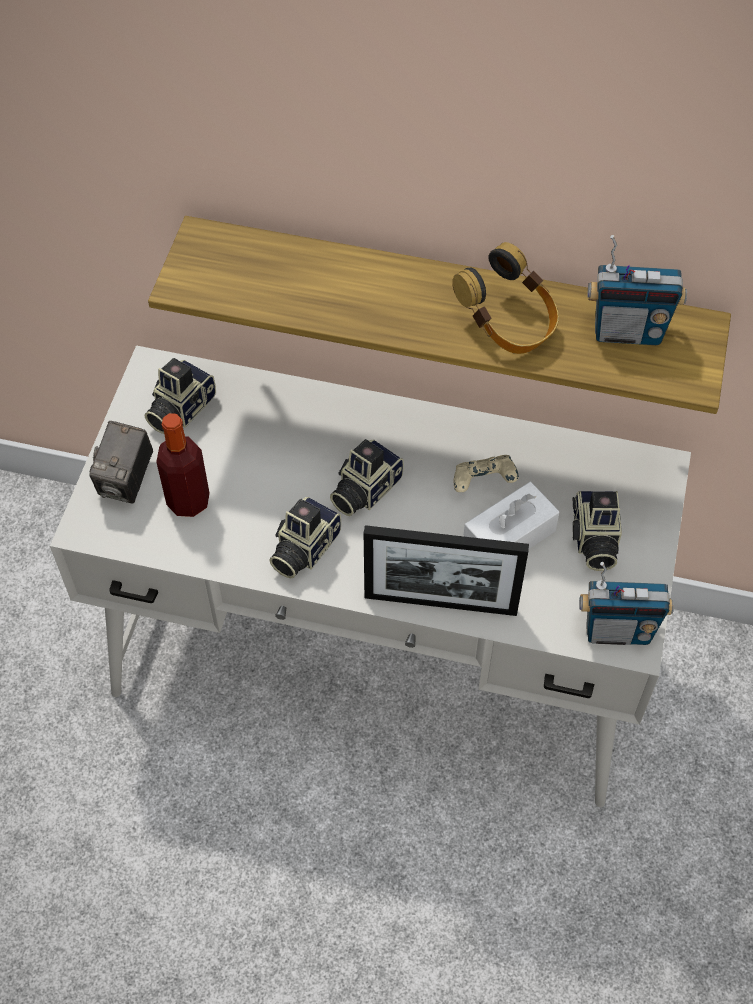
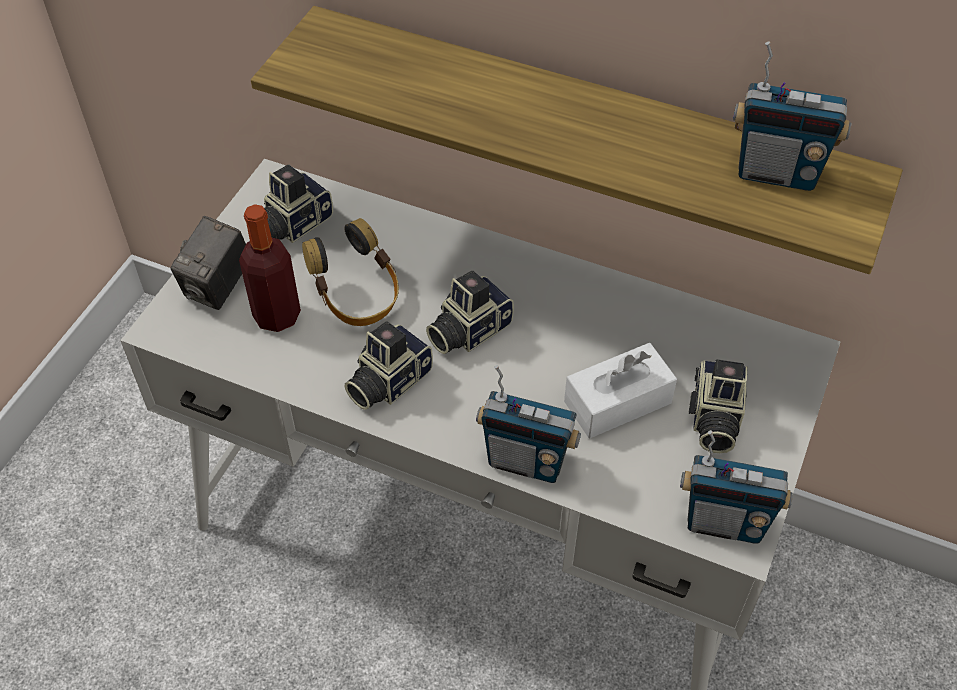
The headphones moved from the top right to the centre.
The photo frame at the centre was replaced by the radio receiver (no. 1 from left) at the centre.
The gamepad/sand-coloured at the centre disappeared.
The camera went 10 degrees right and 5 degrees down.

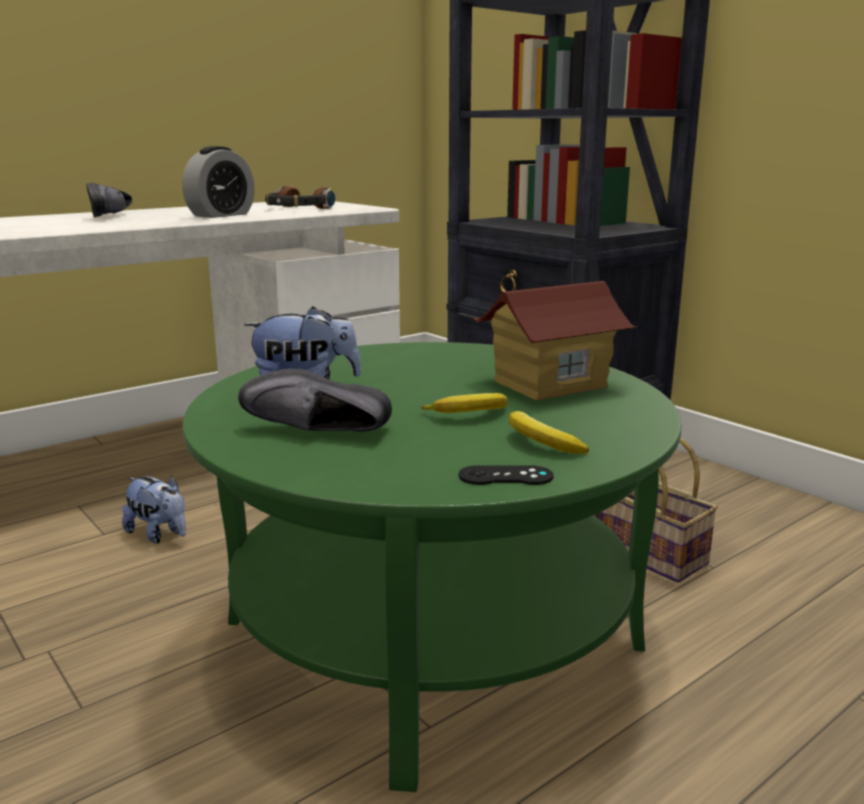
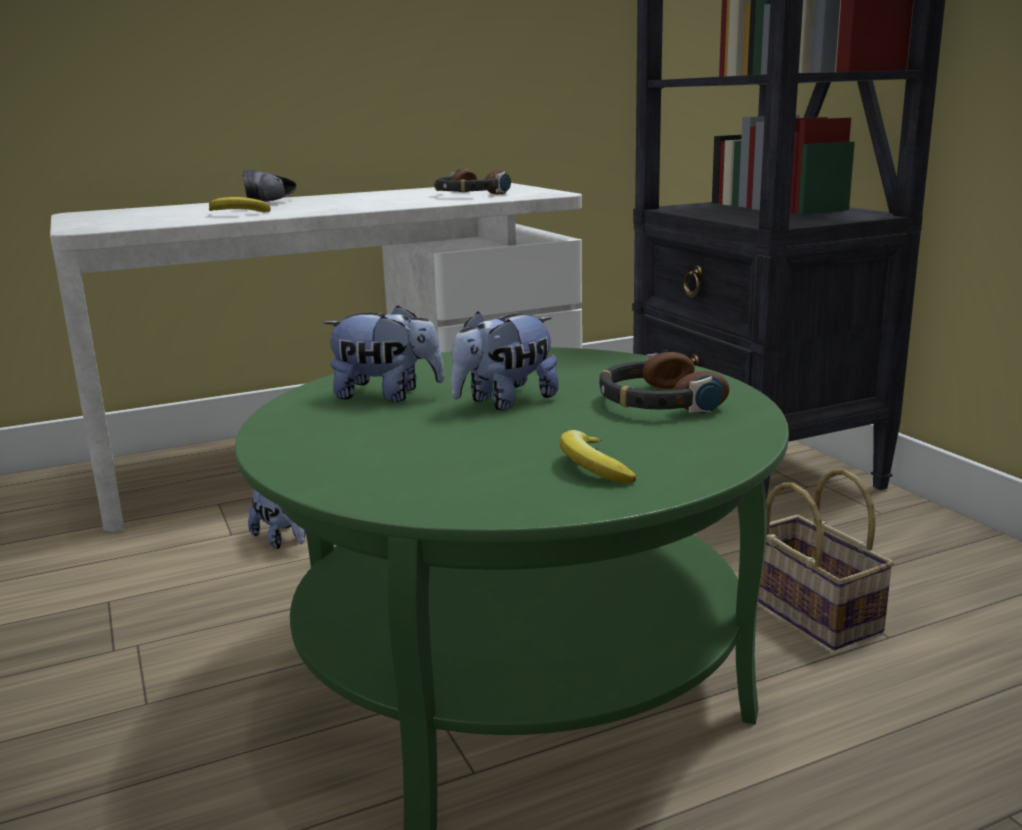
The banana (no. 1 from left) moved from the centre to the top left.
The cuddly toy (no. 3 from left) at the centre appeared.
The model house at the centre was replaced by the headphones (no. 2 from left) at the centre.
The bedside clock at the top left disappeared.
The low shoe/black (no. 2 from left) at the centre disappeared.
The gamepad/black at the centre disappeared.
The camera went 15 degrees right and 0 degrees up.

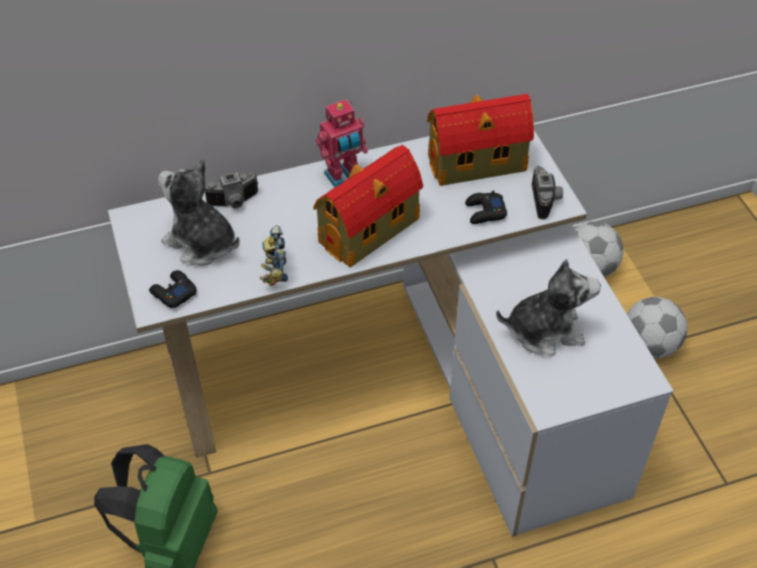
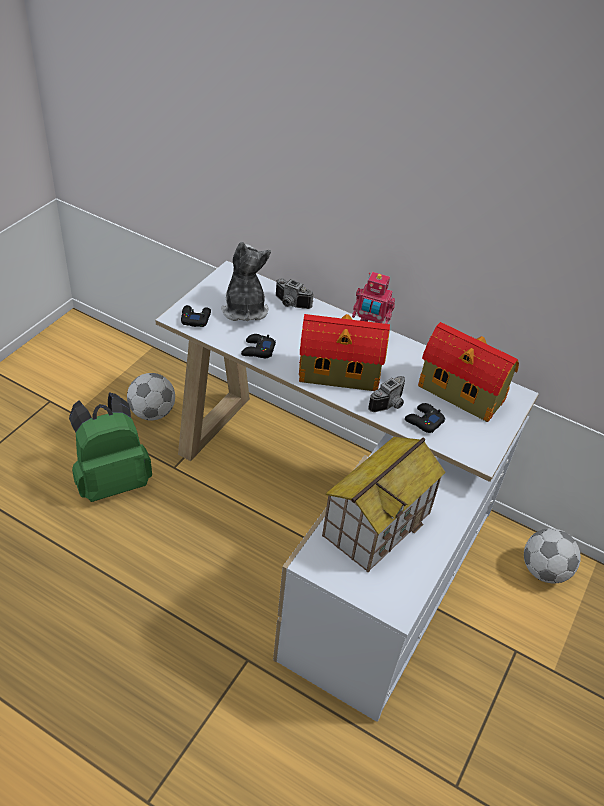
The ball for football (no. 2 from left in the first image) moved from the middle right to the middle left.
The model robot (no. 1 from left) at the centre was replaced by the gamepad/black (no. 2 from left) at the centre.
The cuddly toy (no. 2 from left) at the middle right was replaced by the model house (no. 2 from left) at the centre.
The still camera (no. 2 from left) moved from the middle right to the centre.
The camera went 45 degrees right and 5 degrees down.

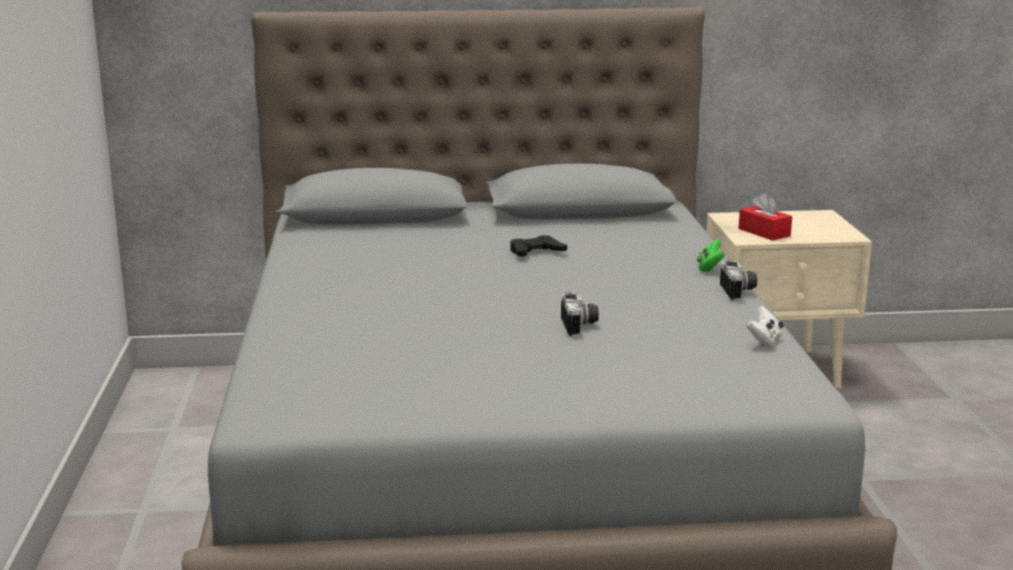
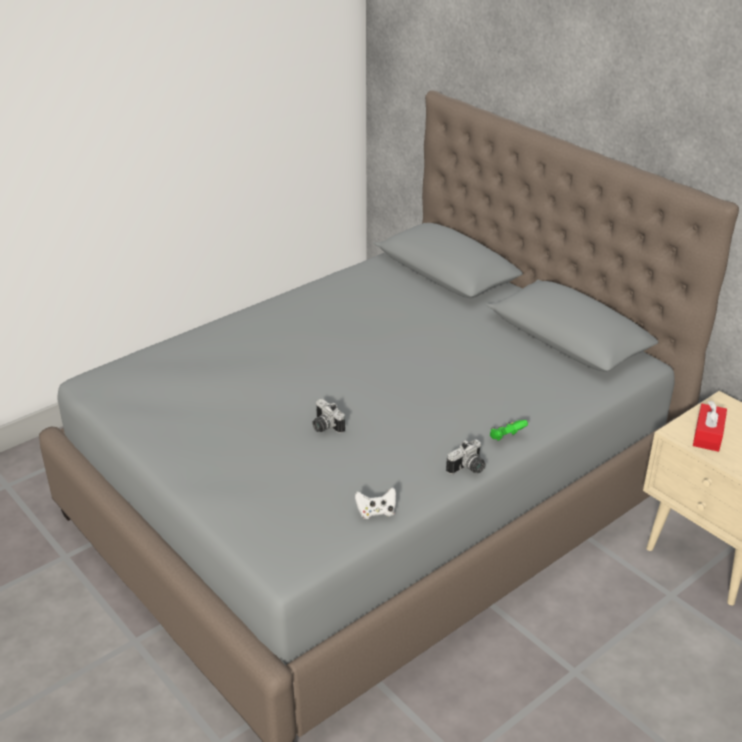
The still camera (no. 1 from left) at the centre turned 90 degrees clockwise.
The gamepad/black at the centre disappeared.
The camera went 55 degrees right and 15 degrees up.

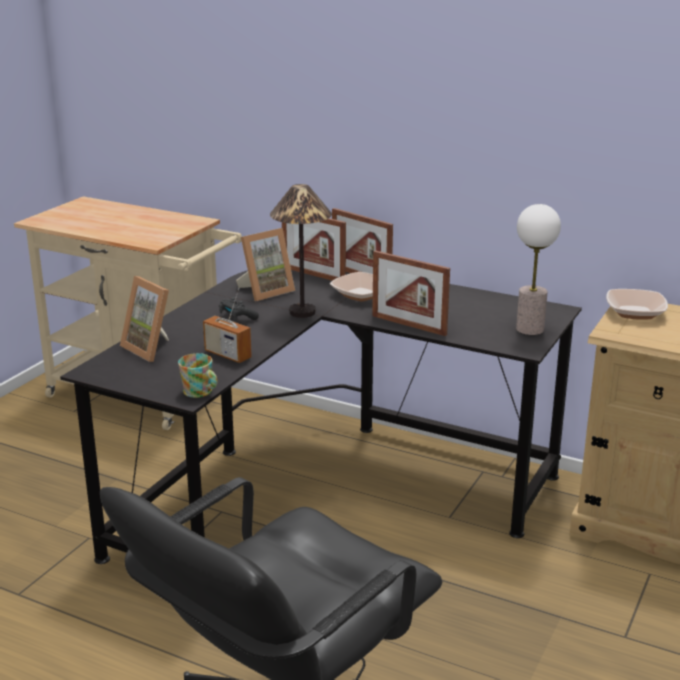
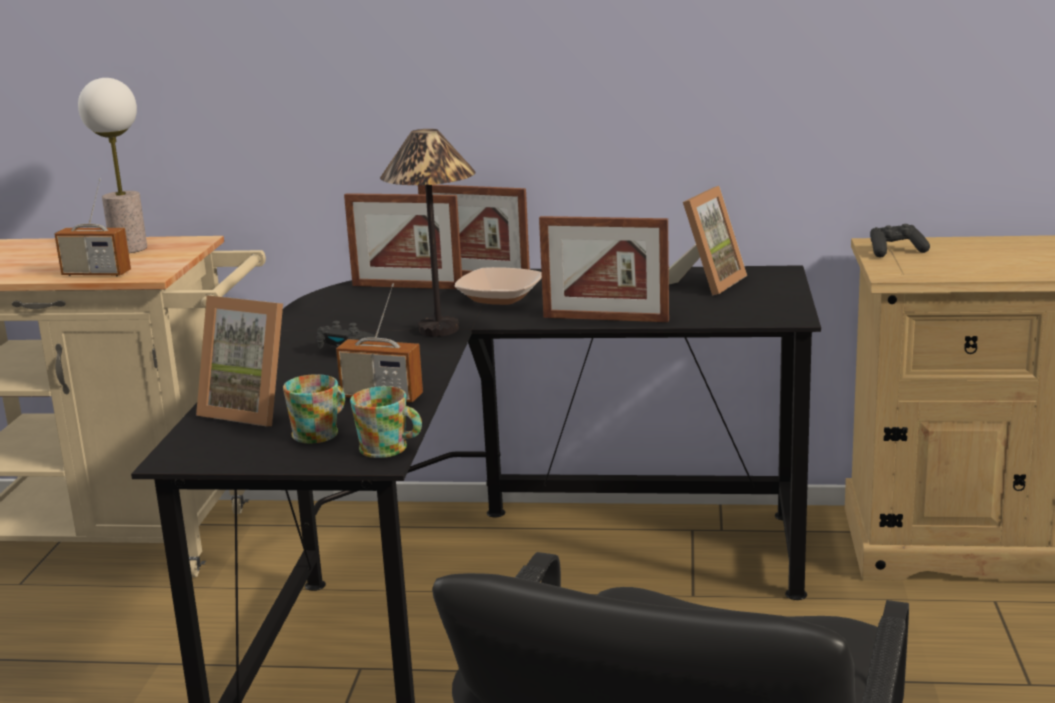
The radio receiver (no. 1 from left) at the top left appeared.
The lamp for a table (no. 2 from left in the first image) moved from the middle right to the top left.
The coffee mug (no. 1 from left) at the middle left appeared.
The photo frame (no. 2 from left in the first image) moved from the centre to the middle right.
The deep dish (no. 2 from left) at the middle right was replaced by the gamepad/black (no. 2 from left) at the middle right.
The camera went 20 degrees left and 5 degrees down.

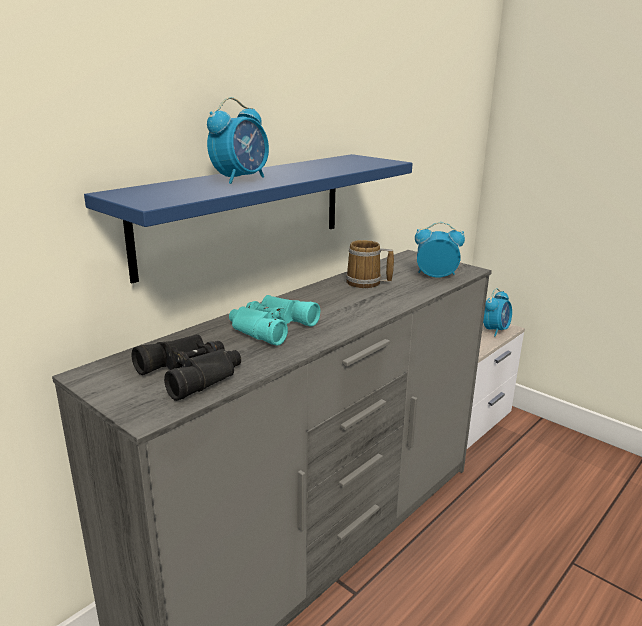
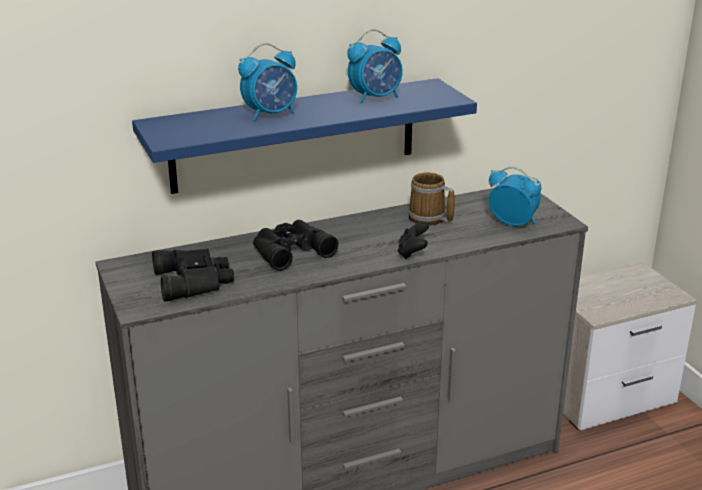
The binoculars/blue-green at the centre became the binoculars/black (no. 2 from left) at the centre.
The bedside clock (no. 3 from left in the first image) moved from the middle right to the top centre.
The gamepad/black at the centre appeared.
The camera went 25 degrees right and 5 degrees up.

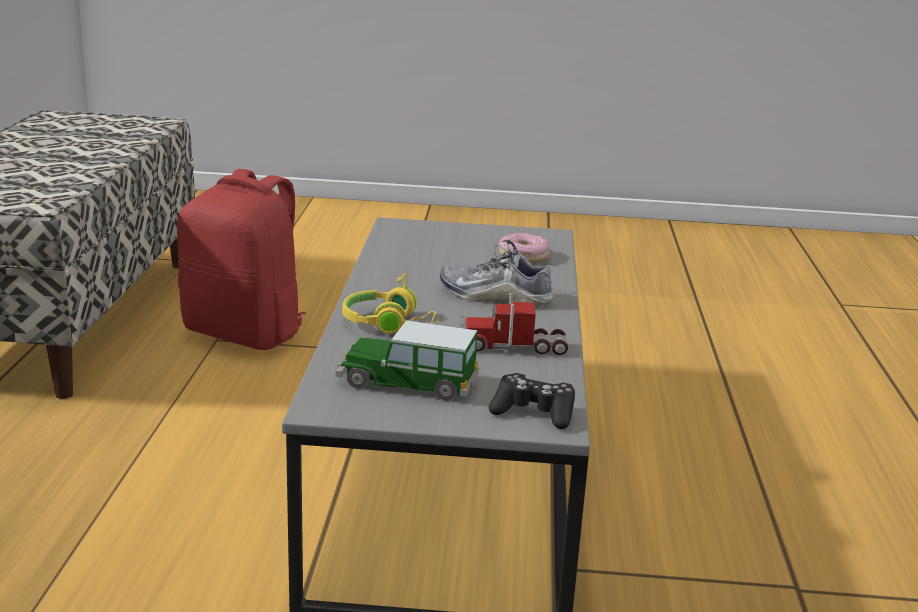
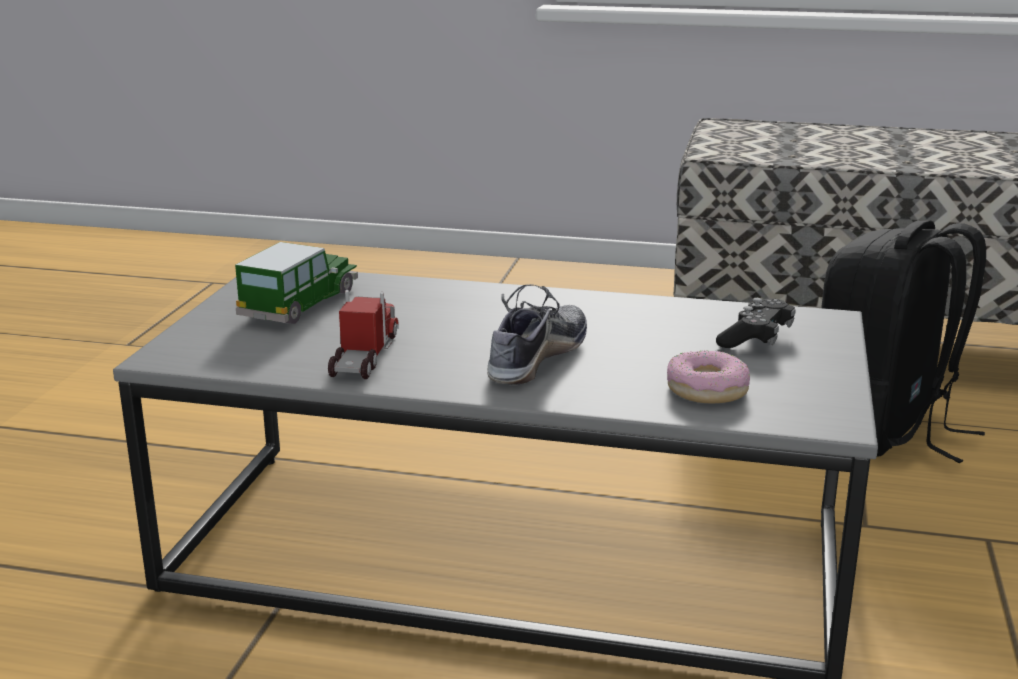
The gamepad/black moved from the centre to the middle right.
The backpack/reddish at the middle left became the backpack/black at the middle right.
The headphones/yellowish at the centre disappeared.
The camera went 100 degrees right and 0 degrees up.

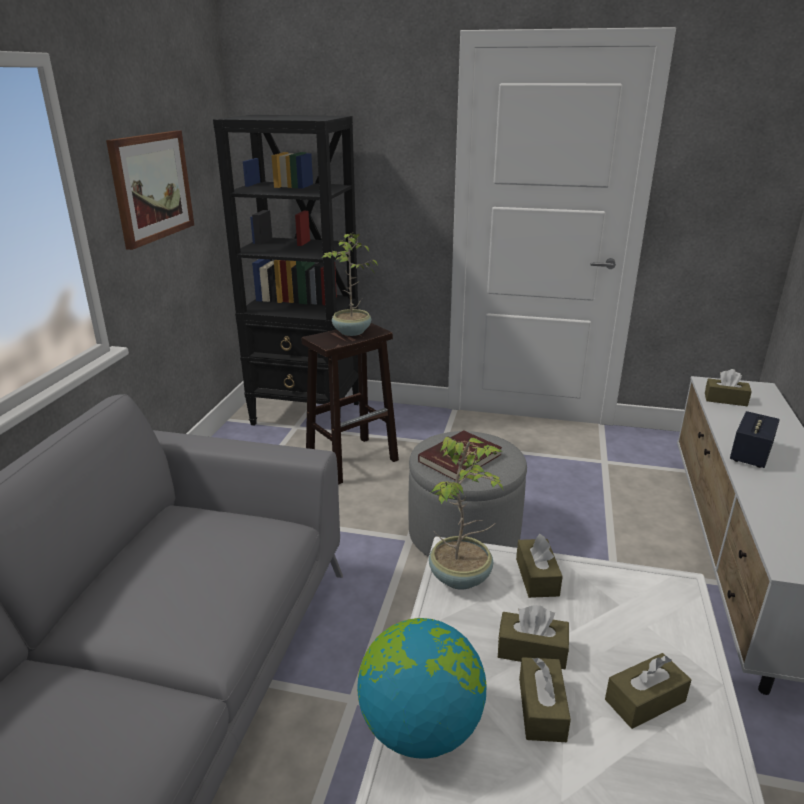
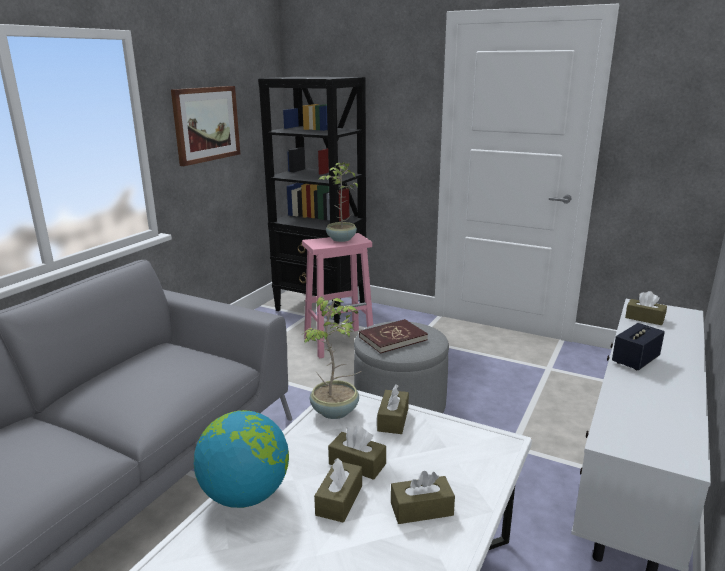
The stool/brown-coloured at the centre became the stool/pink at the centre.
The camera went 15 degrees right and 5 degrees down.

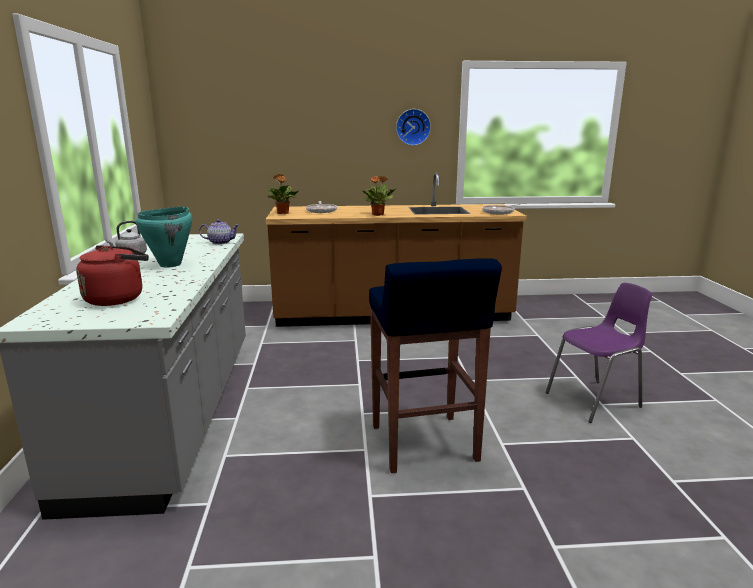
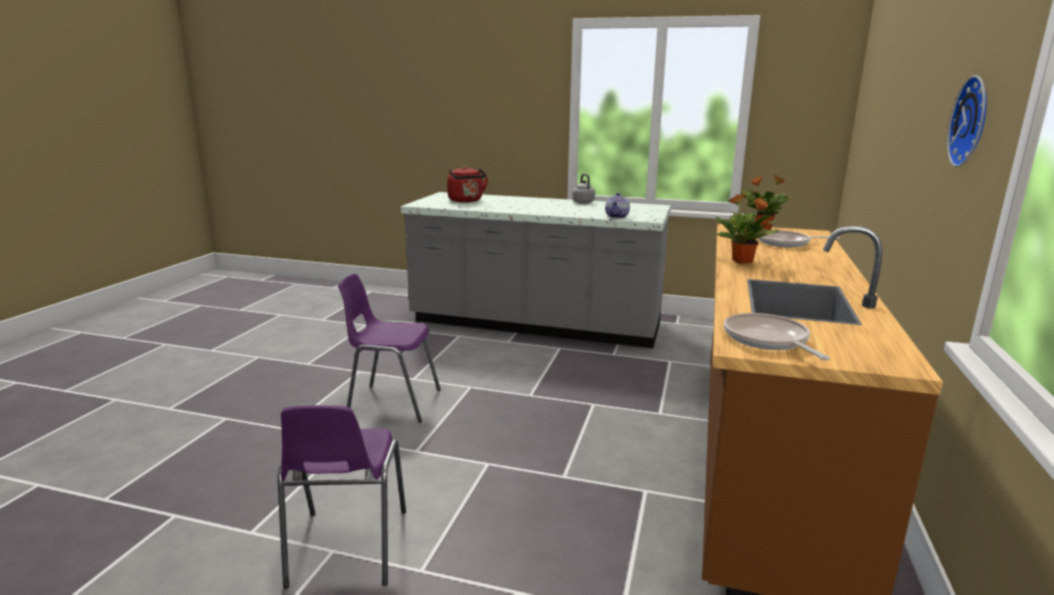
The stool/bluish at the centre was replaced by the chair/purplish (no. 2 from left) at the centre.
The stockpot/blue-green at the middle left disappeared.
The camera went 110 degrees right and 0 degrees up.

